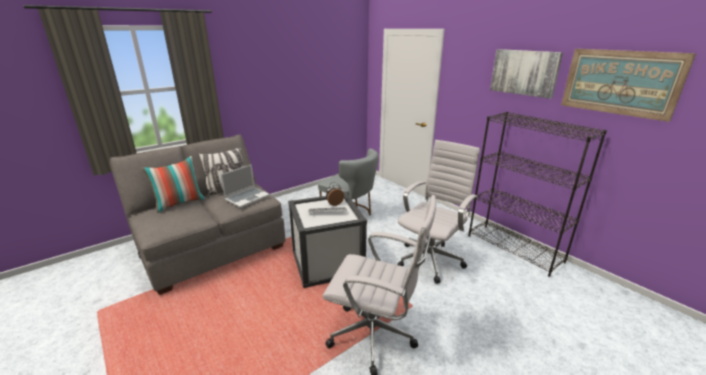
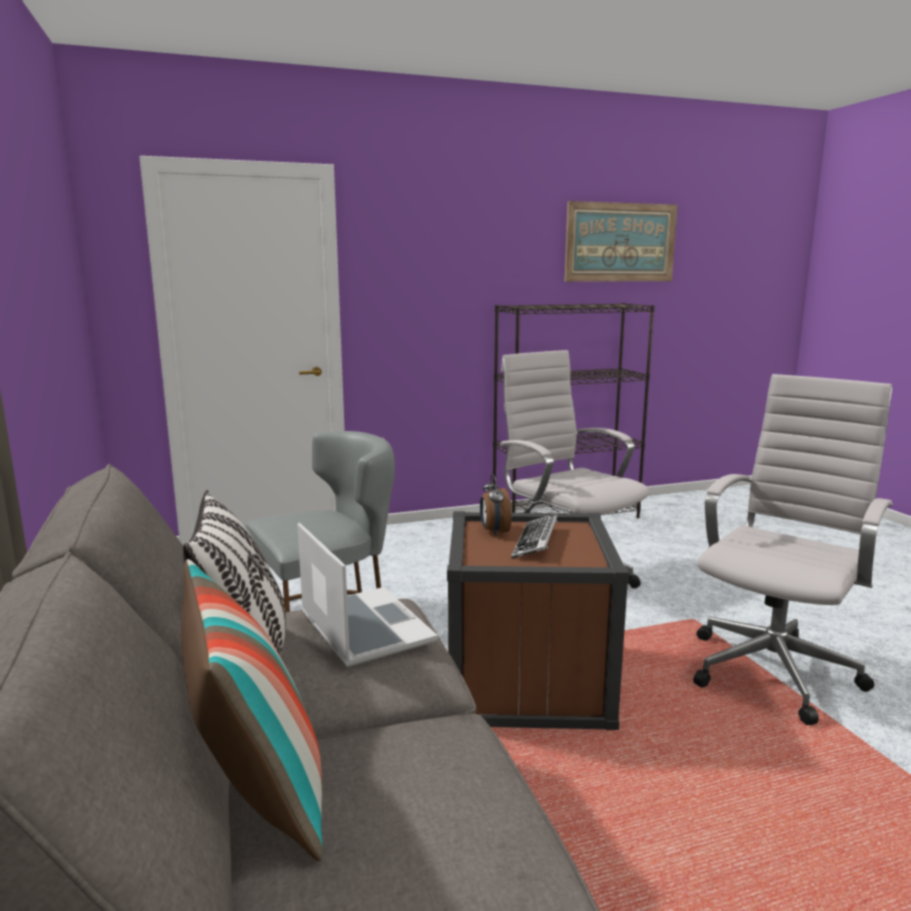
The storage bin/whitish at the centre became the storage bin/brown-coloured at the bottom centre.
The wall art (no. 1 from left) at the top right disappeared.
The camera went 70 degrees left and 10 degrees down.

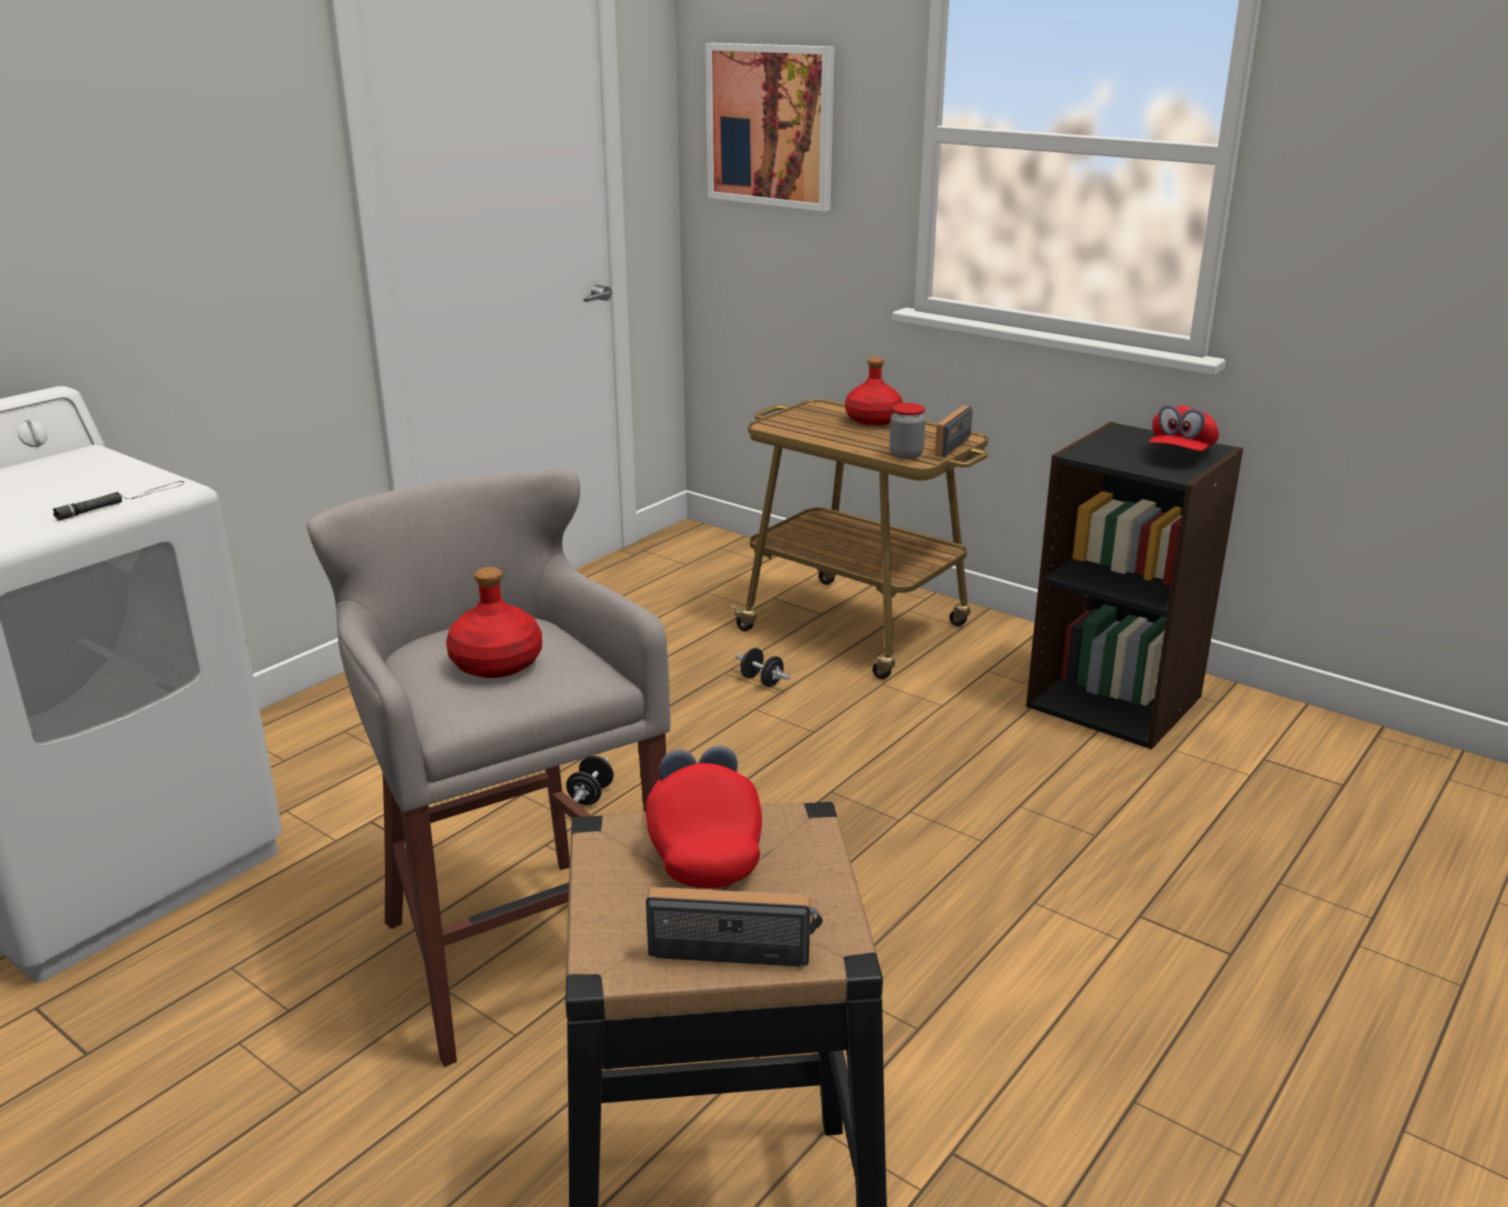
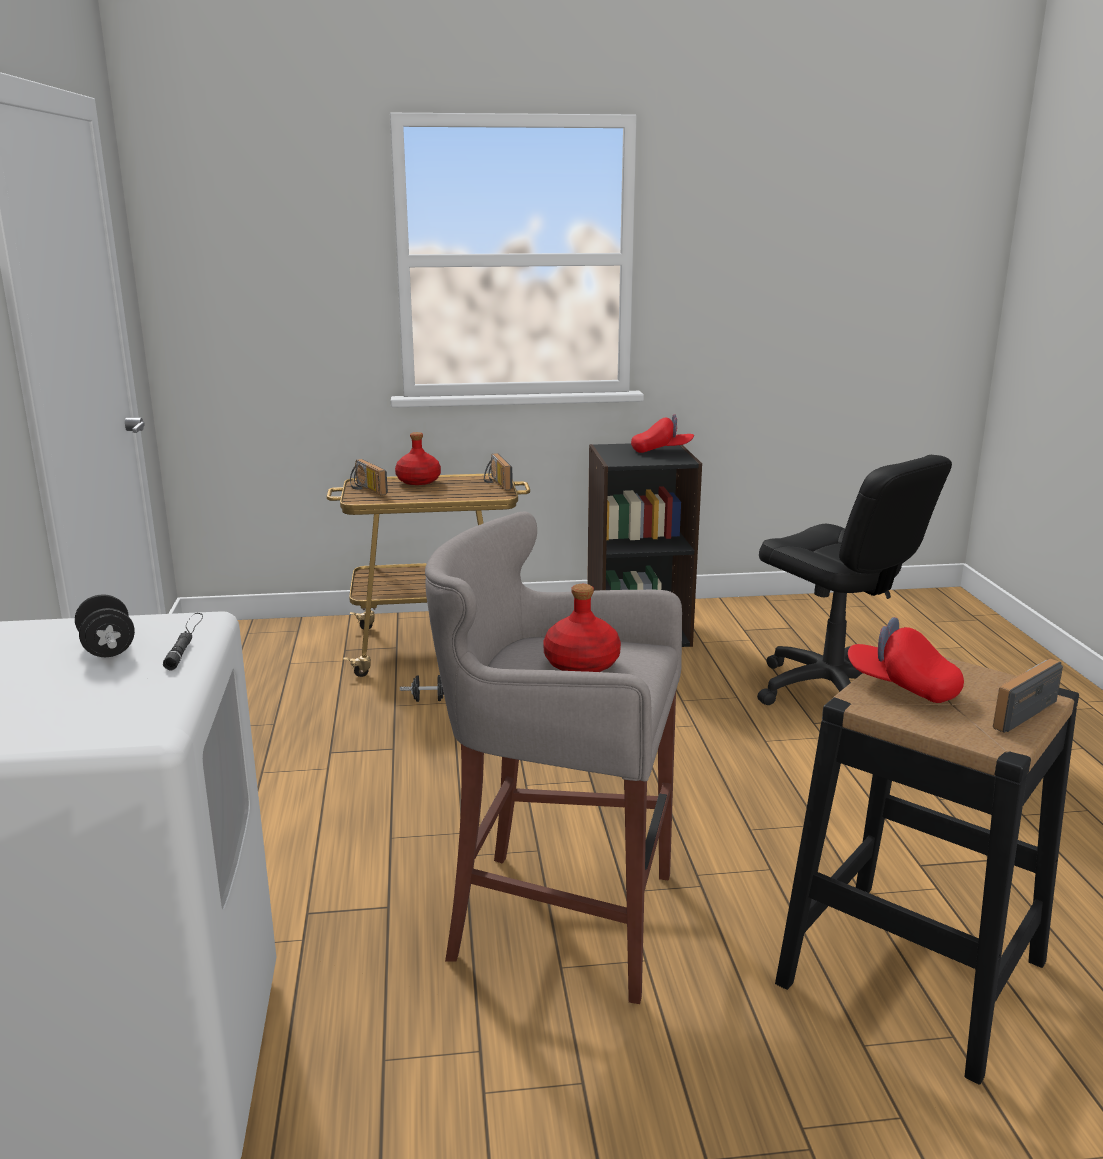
The free weight/black (no. 1 from left) moved from the centre to the middle left.
The radio receiver (no. 1 from left) at the centre appeared.
The peaked cap/reddish (no. 2 from left in the first image) at the middle right turned 75 degrees counterclockwise.
The office chair/black at the middle right appeared.
The wall art at the top centre disappeared.
The storage jar at the centre disappeared.
The camera went 45 degrees left and 5 degrees down.

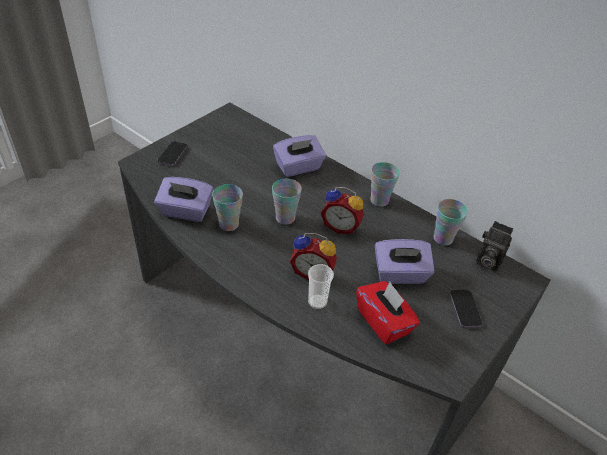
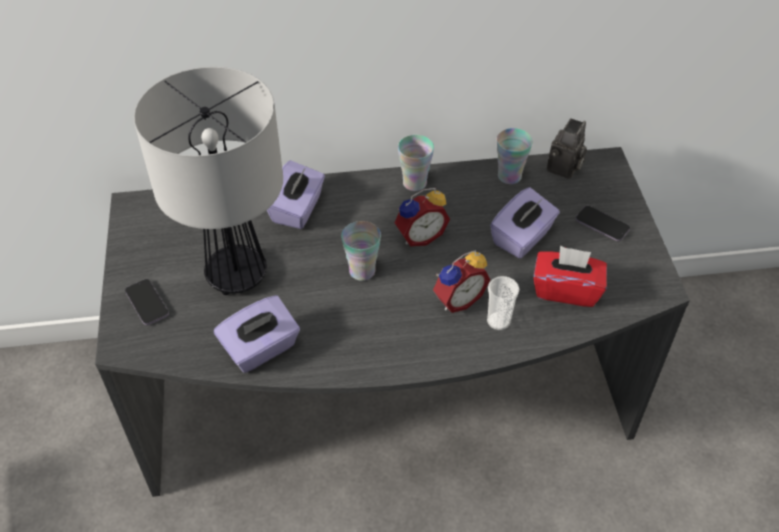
The lamp for a table at the middle left appeared.
The still camera at the middle right turned 45 degrees counterclockwise.
The cup (no. 1 from left) at the centre disappeared.
The camera went 45 degrees left and 5 degrees up.

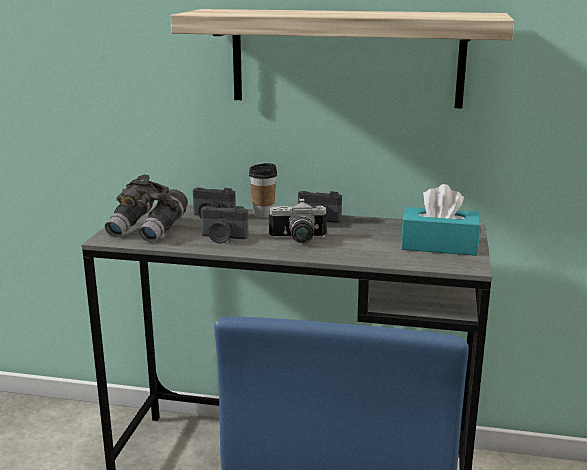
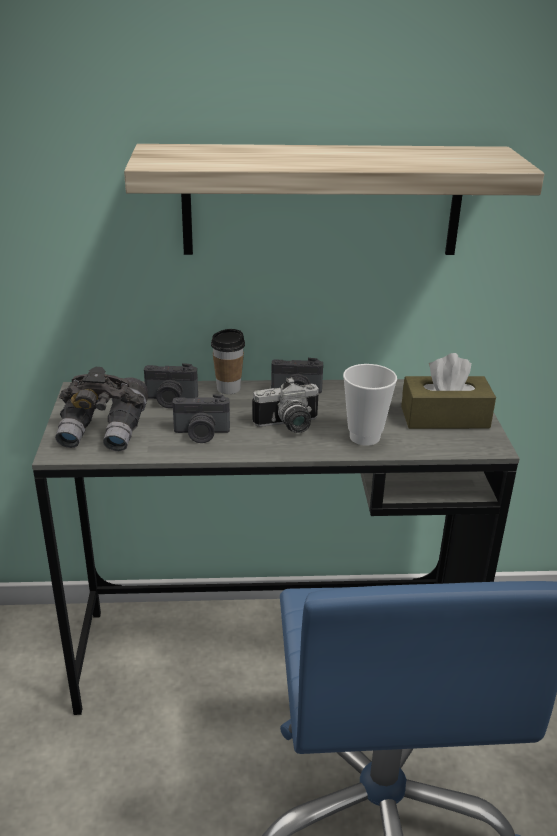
The cup (no. 2 from left) at the centre appeared.
The tissue box/blue-green at the middle right became the tissue box/brown-coloured at the middle right.
The camera went 15 degrees left and 10 degrees up.

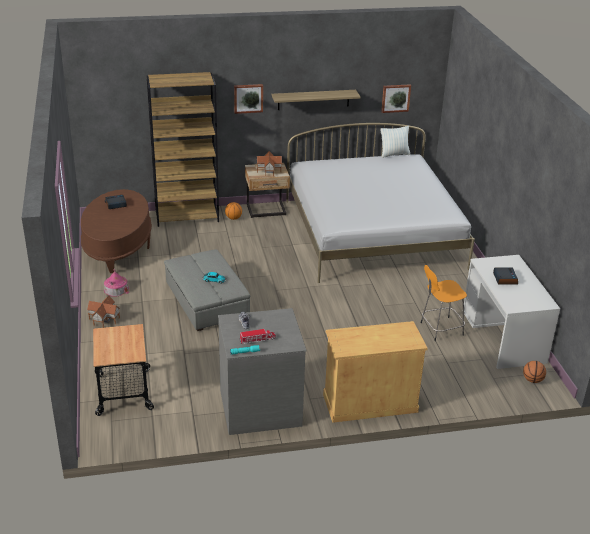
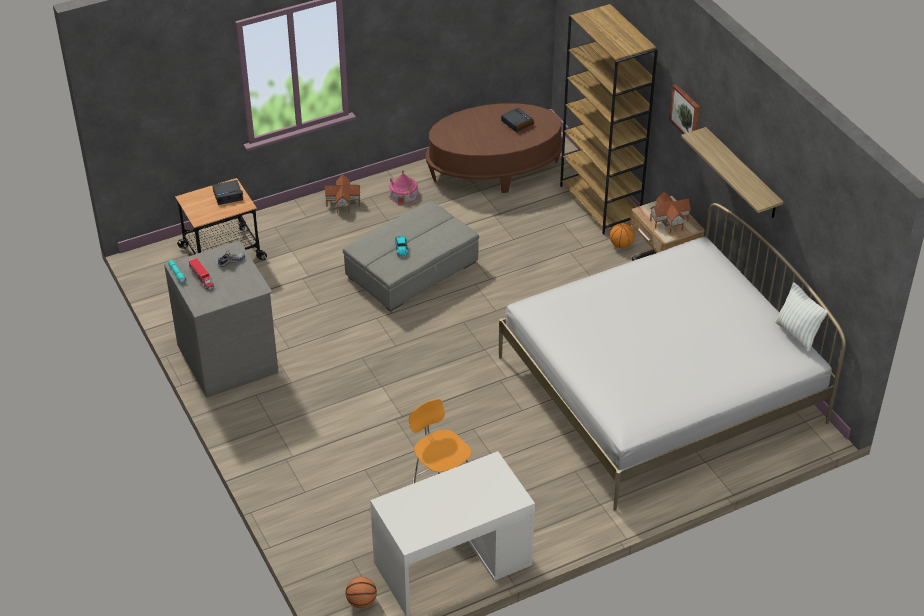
The bedside clock (no. 2 from left in the first image) moved from the middle right to the top left.
The storage cabinet/sand-coloured at the bottom centre disappeared.
The wall art (no. 2 from left) at the top right disappeared.
The camera went 75 degrees right and 10 degrees up.

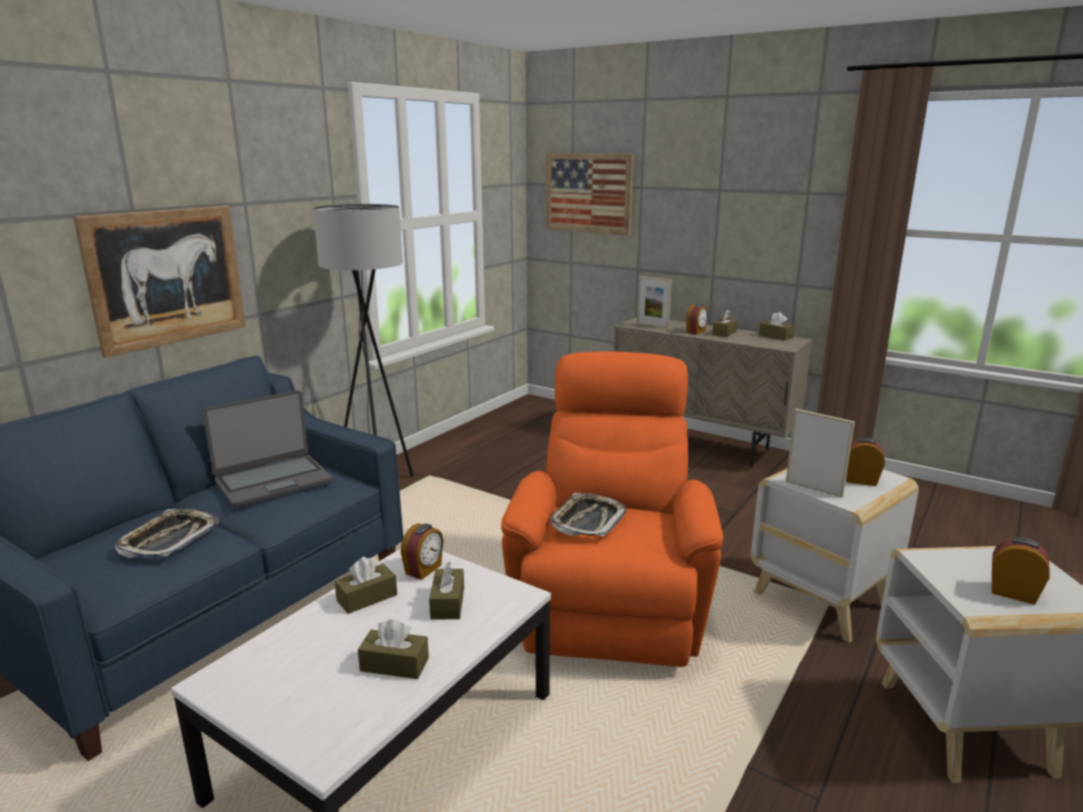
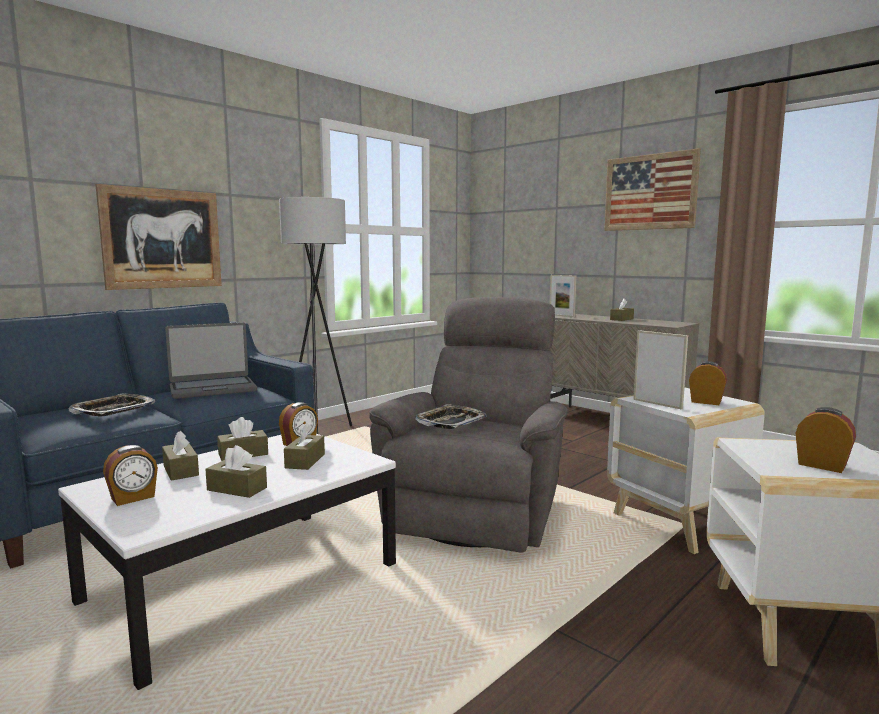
The bedside clock (no. 2 from left in the first image) moved from the centre to the middle left.
The tissue box/brown-coloured (no. 5 from left in the first image) moved from the middle right to the middle left.
The armchair/orangey at the centre became the armchair/gray at the centre.
The wall art (no. 2 from left) moved from the top centre to the top right.
The camera went 10 degrees right and 10 degrees down.

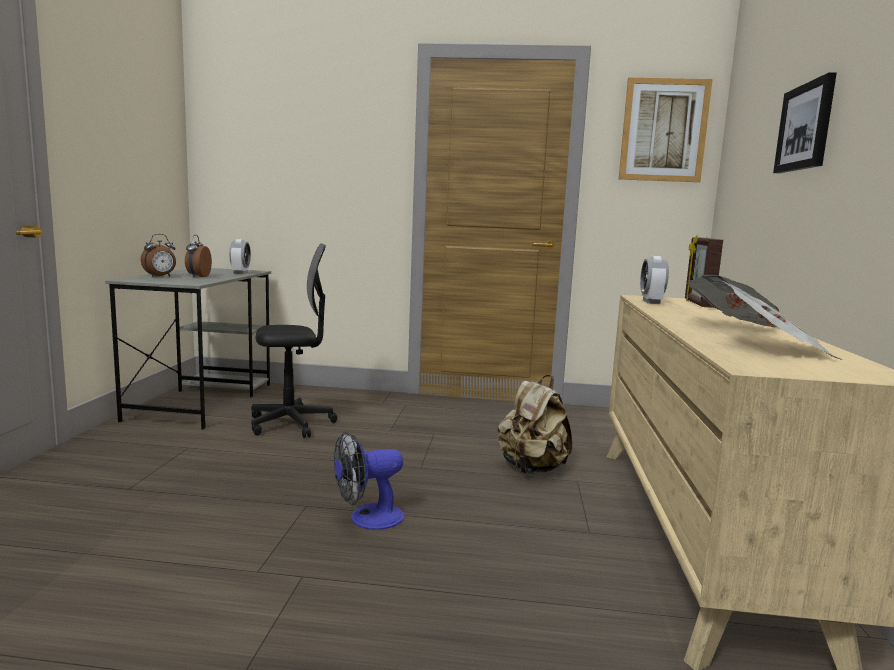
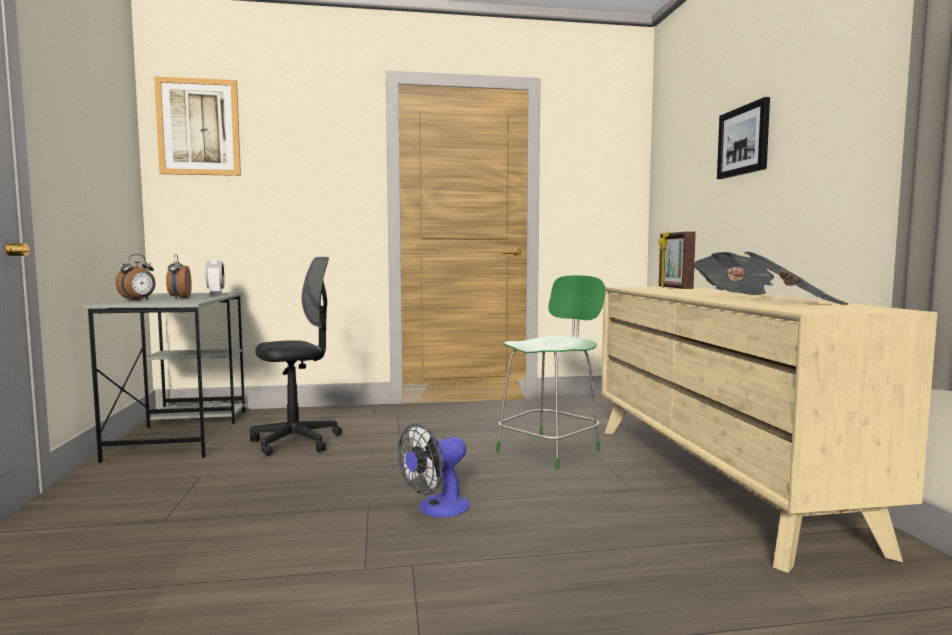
The wall art (no. 1 from left) moved from the top right to the top left.
The backpack/sand-coloured at the centre was replaced by the chair/greenish at the centre.
The bedside clock (no. 4 from left) at the middle right disappeared.
The camera went 15 degrees left and 5 degrees down.

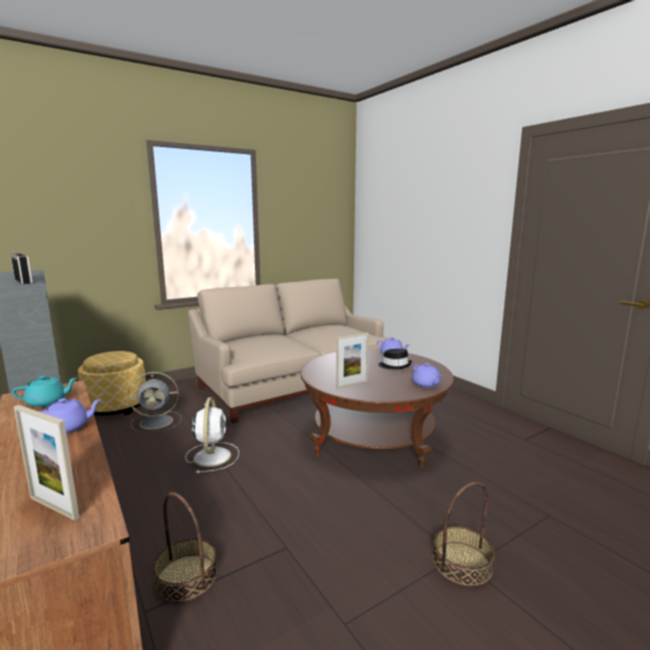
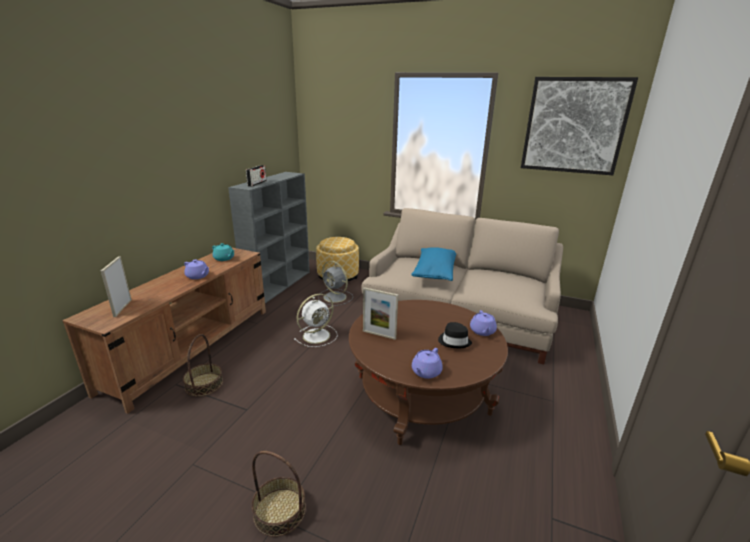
The throw pillow/bluish at the centre appeared.
The wall art at the top right appeared.
The camera went 55 degrees right and 10 degrees up.

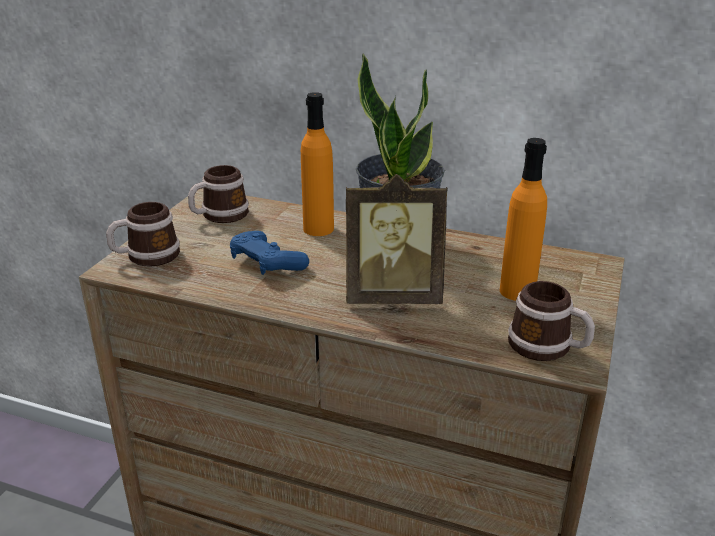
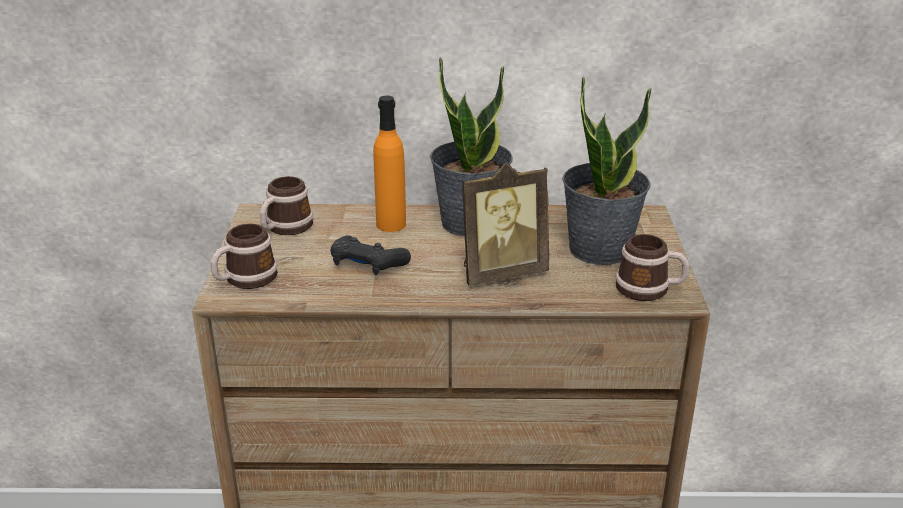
The gamepad/bluish at the centre became the gamepad/black at the centre.
The drink bottle/orangey (no. 2 from left) at the middle right was replaced by the potted plant (no. 2 from left) at the middle right.
The camera went 20 degrees left and 0 degrees up.

